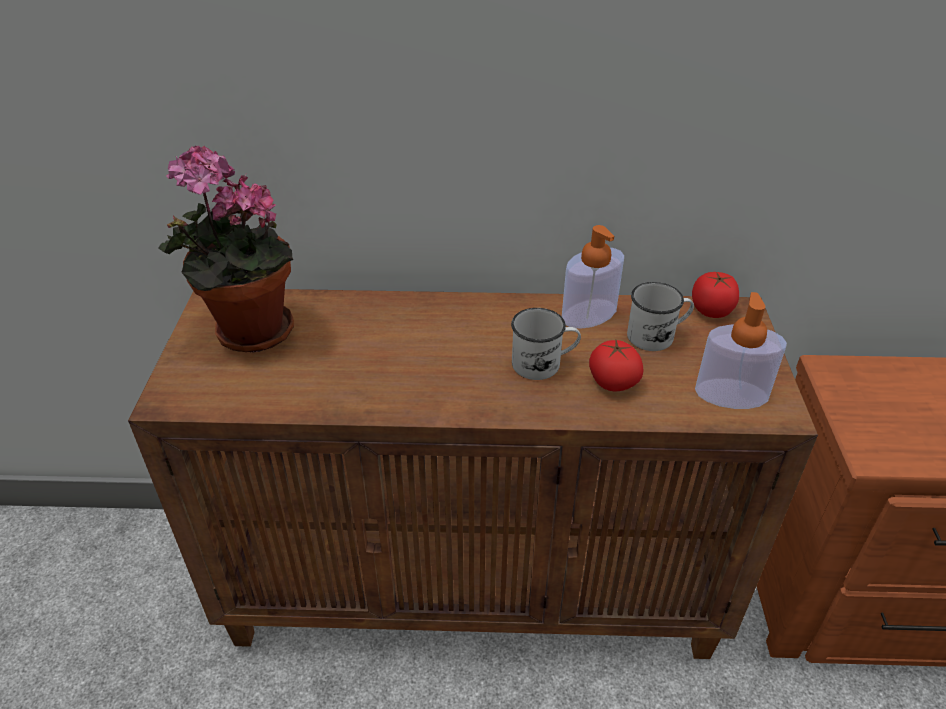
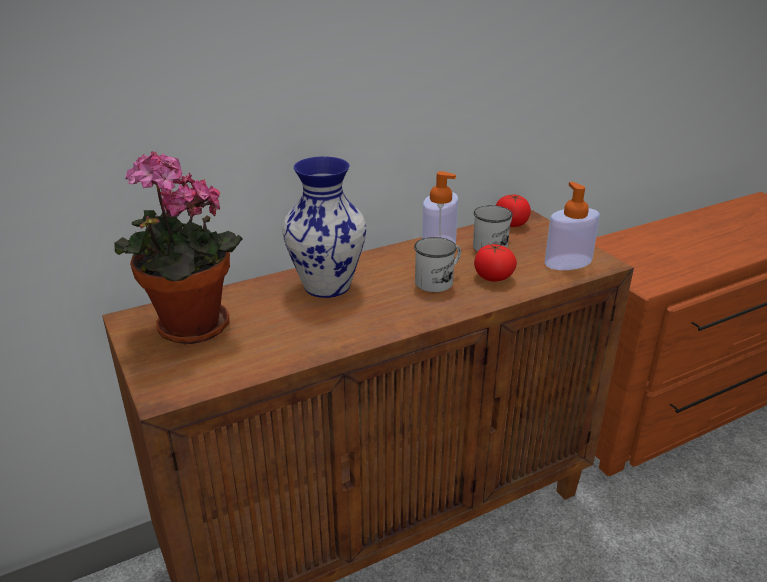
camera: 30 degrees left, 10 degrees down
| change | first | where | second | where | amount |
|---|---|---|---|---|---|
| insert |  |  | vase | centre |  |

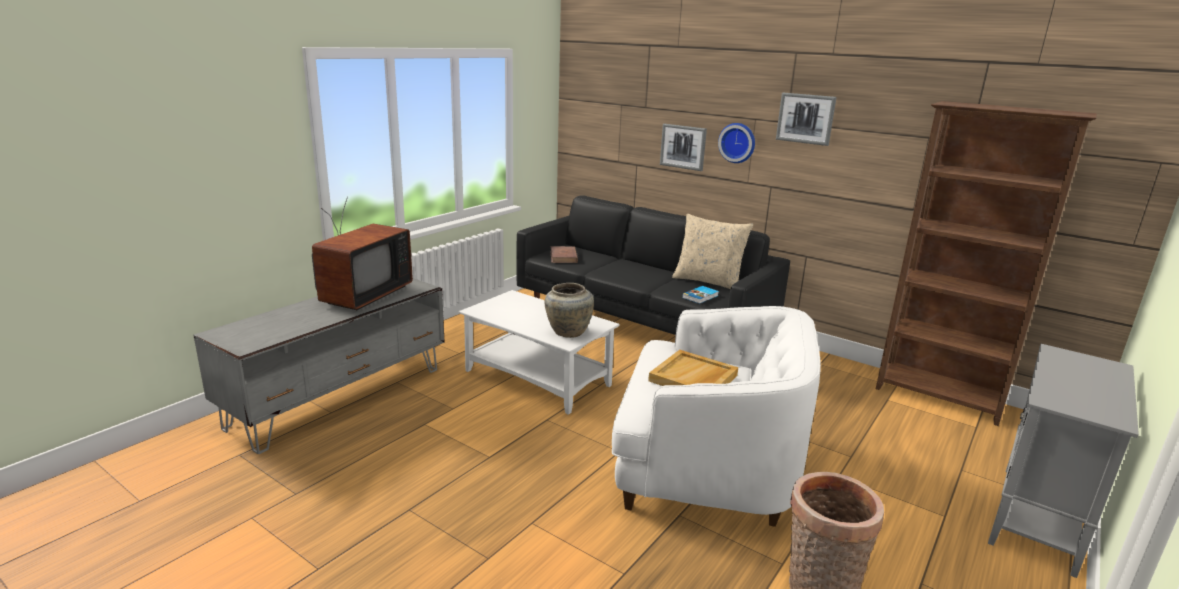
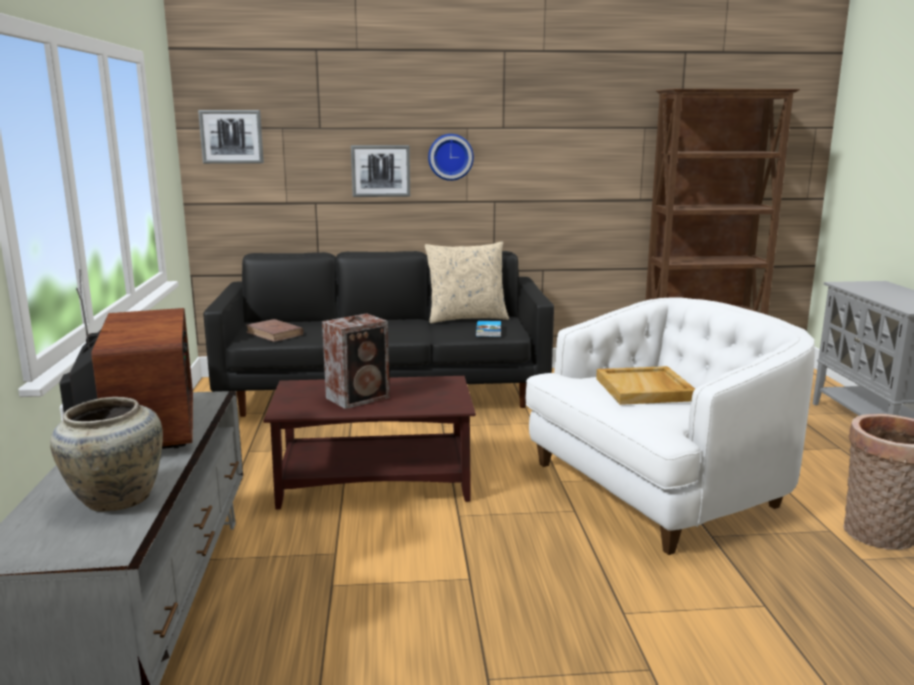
camera: 40 degrees left, 5 degrees down
| change | first | where | second | where | amount |
|---|---|---|---|---|---|
| insert |  |  | enceinte | centre |  |
| move | vase [beige] | centre |  | middle left |  |
| move | tableau (2nd from left in the first image) | top right | tableau (1st from left) | top left |  |
| recolor | table basse [blanc] | centre | table basse [marron] | centre |  |

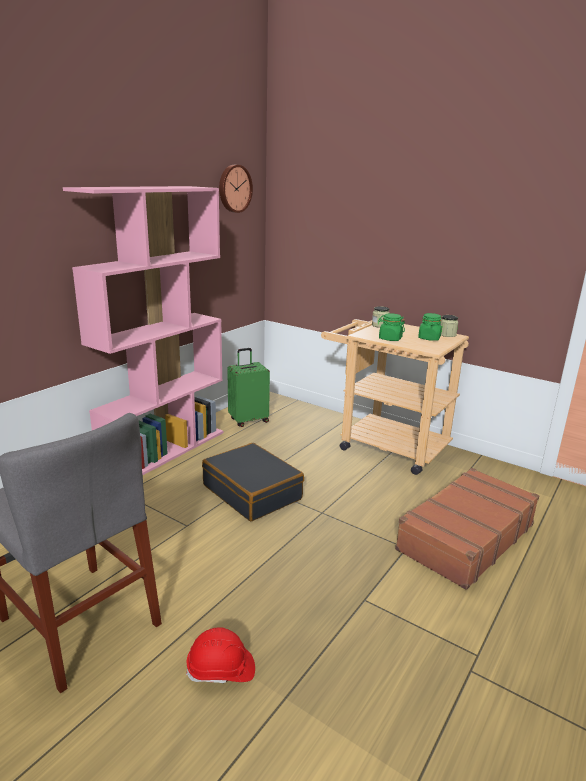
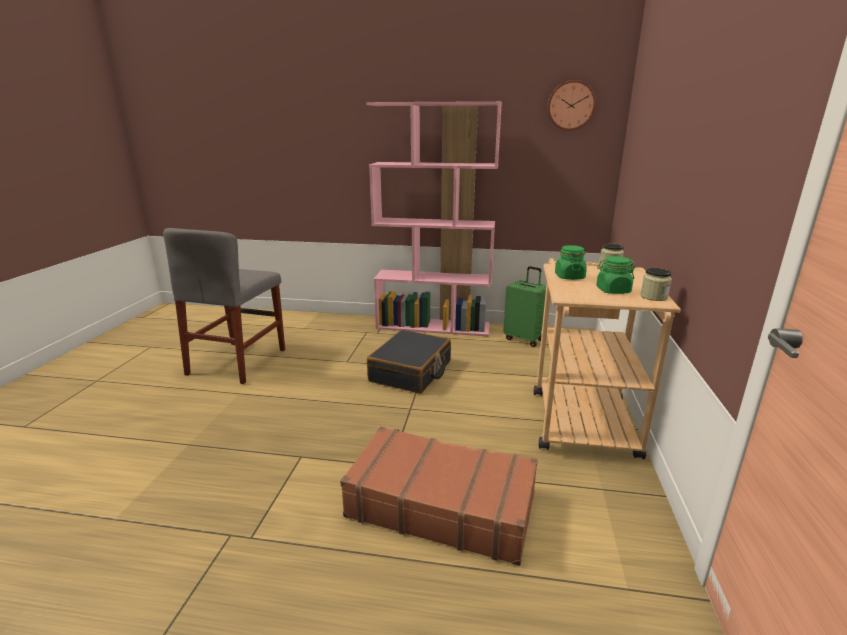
camera: 65 degrees right, 0 degrees up
| change | first | where | second | where | amount |
|---|---|---|---|---|---|
| delete | casque de chantier [rouge] | bottom centre |  |  |  |

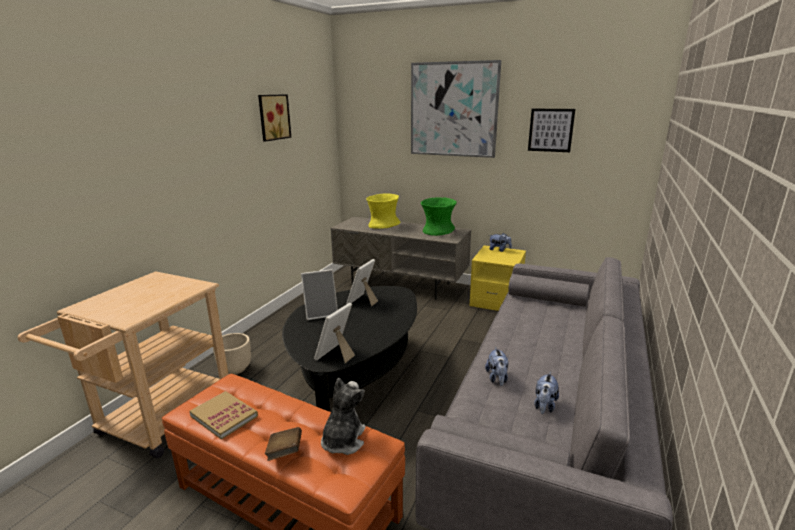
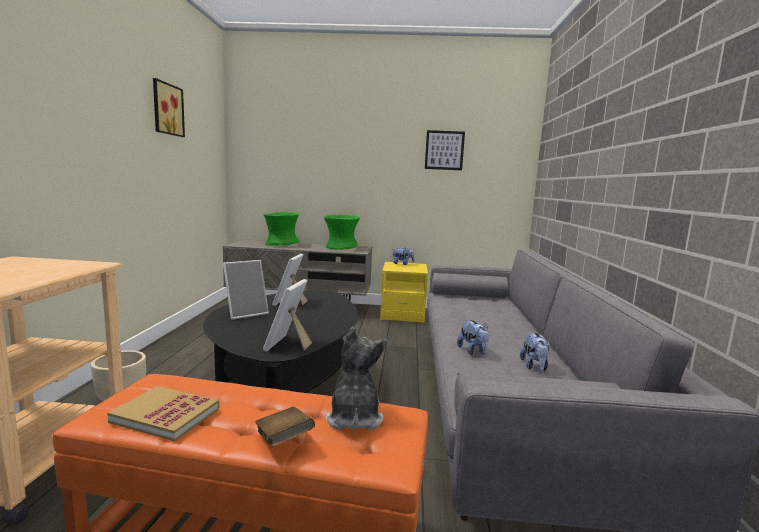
camera: 20 degrees left, 10 degrees down
| change | first | where | second | where | amount |
|---|---|---|---|---|---|
| delete | tableau (2nd from left) | top centre |  |  |  |
| recolor | vase [jaune] | centre | vase [vert] (1st from left) | centre |  |

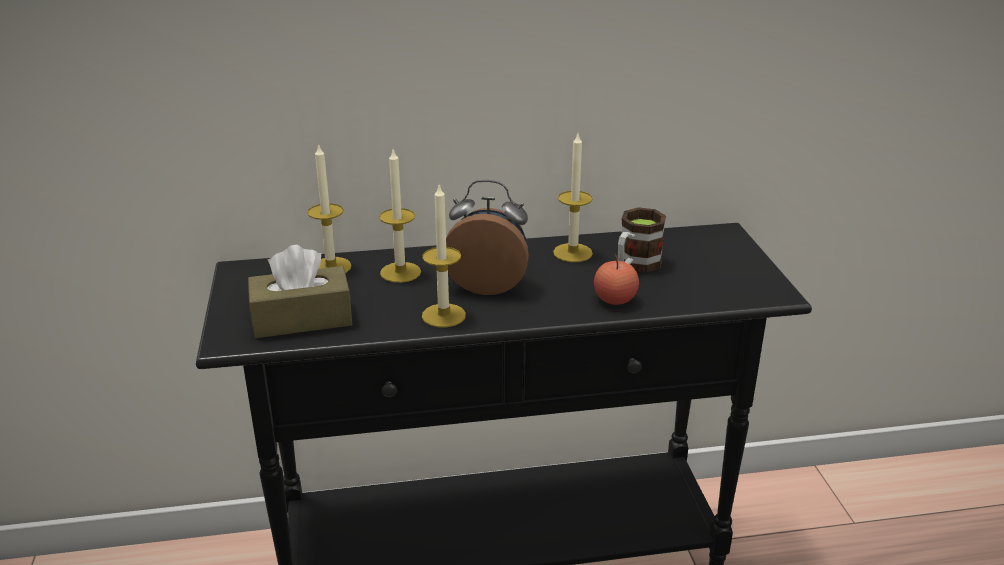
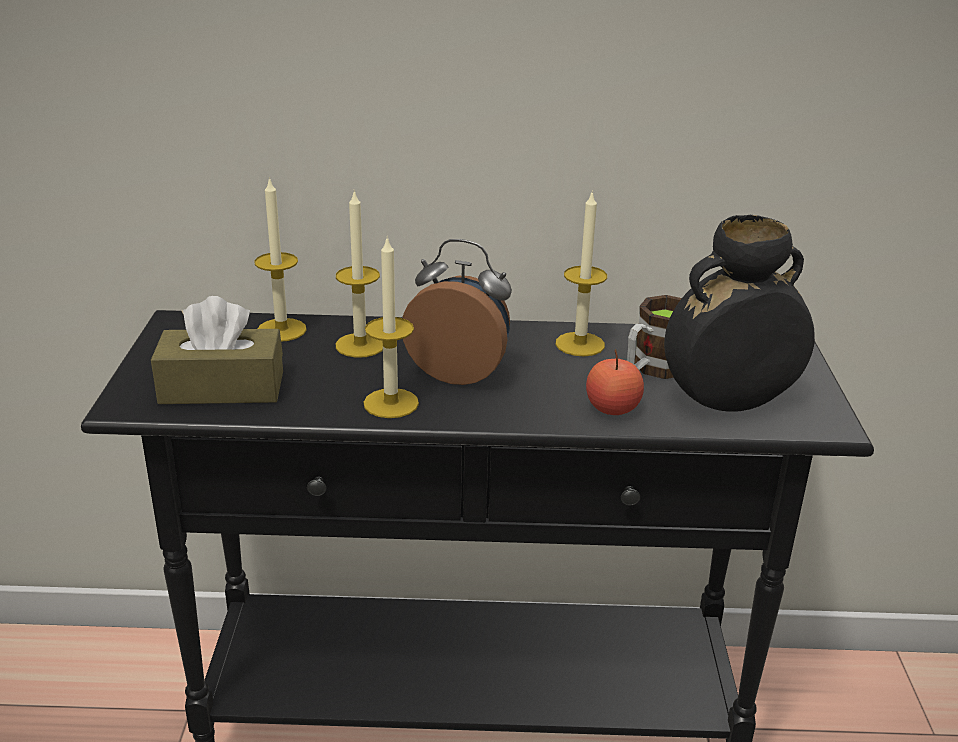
camera: 10 degrees right, 0 degrees up
| change | first | where | second | where | amount |
|---|---|---|---|---|---|
| insert |  |  | vase [noir] | middle right |  |

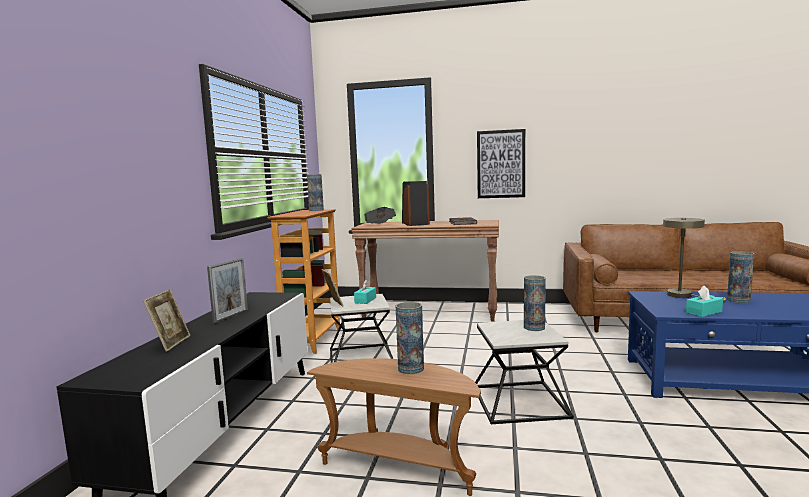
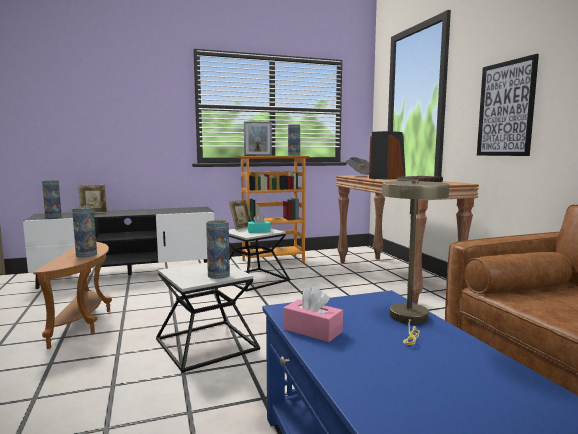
camera: 60 degrees right, 0 degrees up
| change | first | where | second | where | amount |
|---|---|---|---|---|---|
| move | cadre photo (2nd from left in the first image) | middle left | cadre photo (3rd from left) | top centre |  |
| move | vase (4th from left in the first image) | middle right | vase (1st from left) | middle left |  |
| recolor | boîte à mouchoirs [turquoise] (2nd from left) | middle right | boîte à mouchoirs [rose] | bottom centre |  |

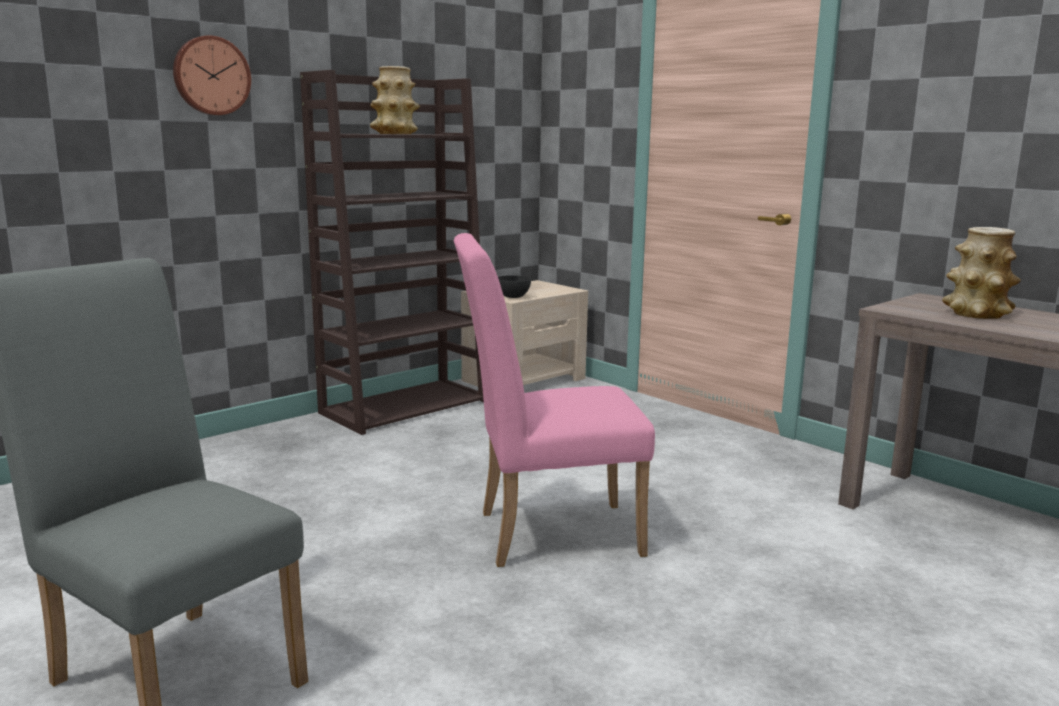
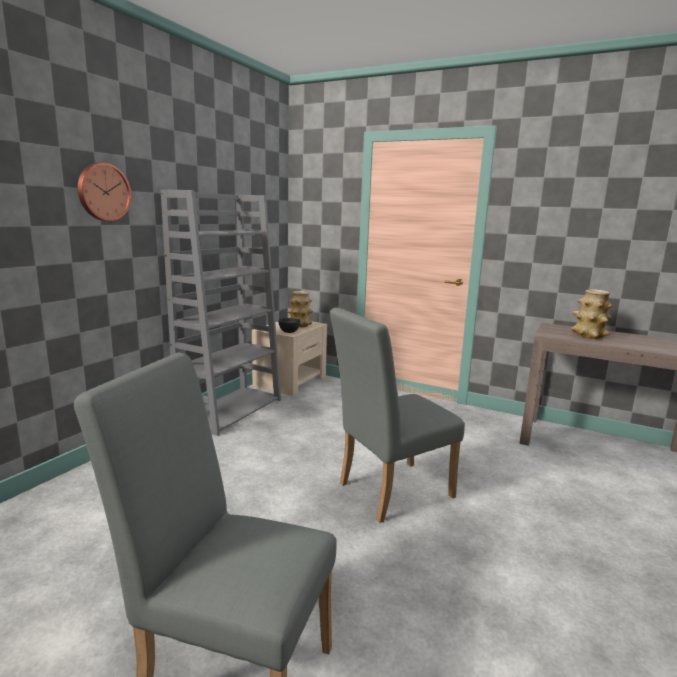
camera: 20 degrees left, 0 degrees up
| change | first | where | second | where | amount |
|---|---|---|---|---|---|
| move | vase (1st from left) | top centre |  | centre |  |
| recolor | bibliothèque [marron] | centre | bibliothèque [gris] | middle left |  |
| recolor | chaise [rose] | centre | chaise [gris] (2nd from left) | centre |  |

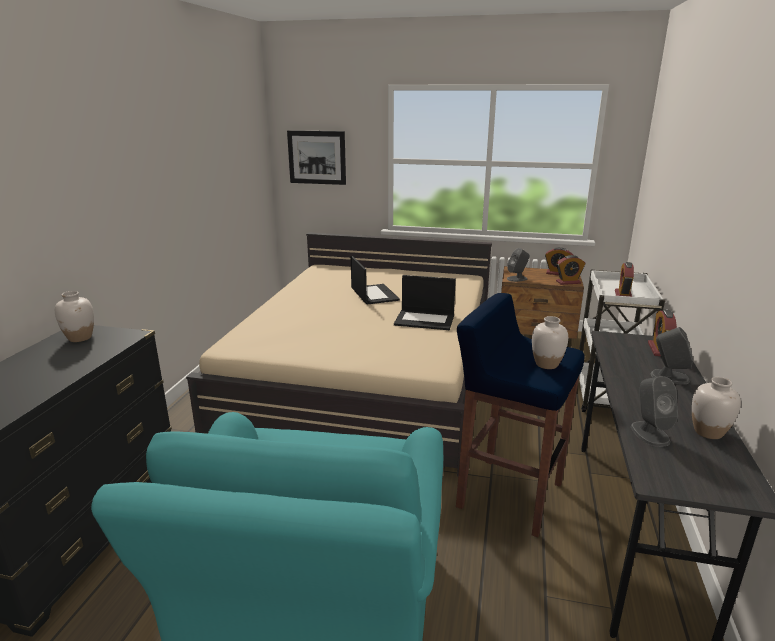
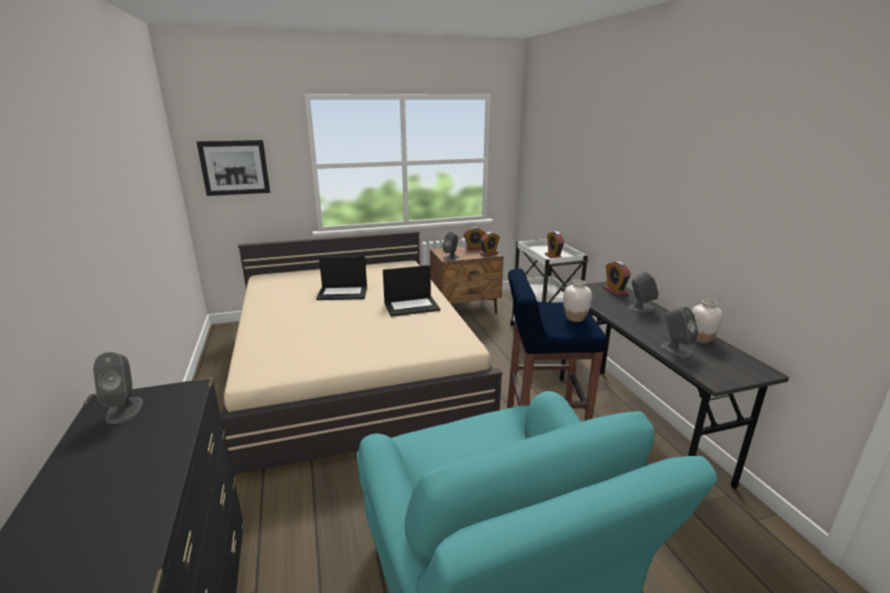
camera: 30 degrees left, 0 degrees up
| change | first | where | second | where | amount |
|---|---|---|---|---|---|
| replace | vase [blanc] (1st from left) | middle left | enceinte [gris] (1st from left) | middle left |  |
| rotate | ordinateur portable (1st from left) | centre |  | centre | 135 degrees clockwise |

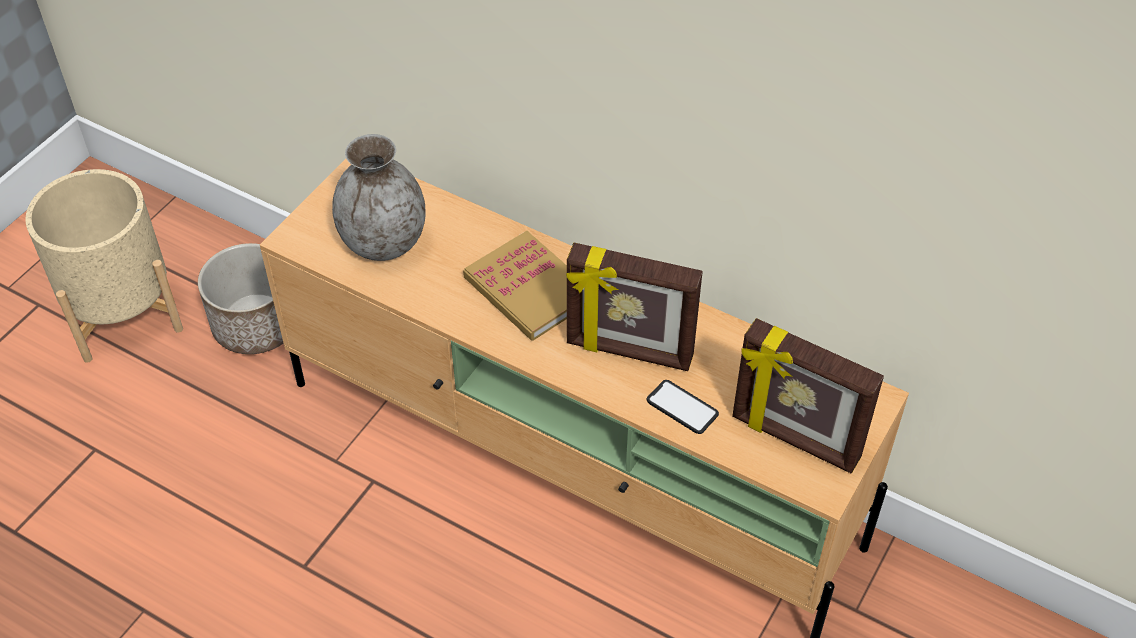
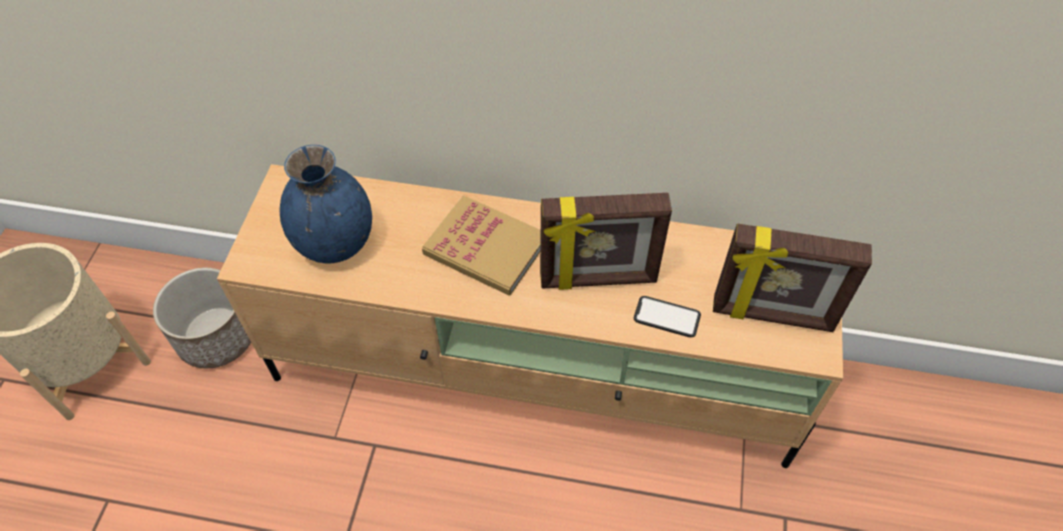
camera: 20 degrees left, 5 degrees up
| change | first | where | second | where | amount |
|---|---|---|---|---|---|
| recolor | vase [gris] | top left | vase [bleu] | middle left |  |

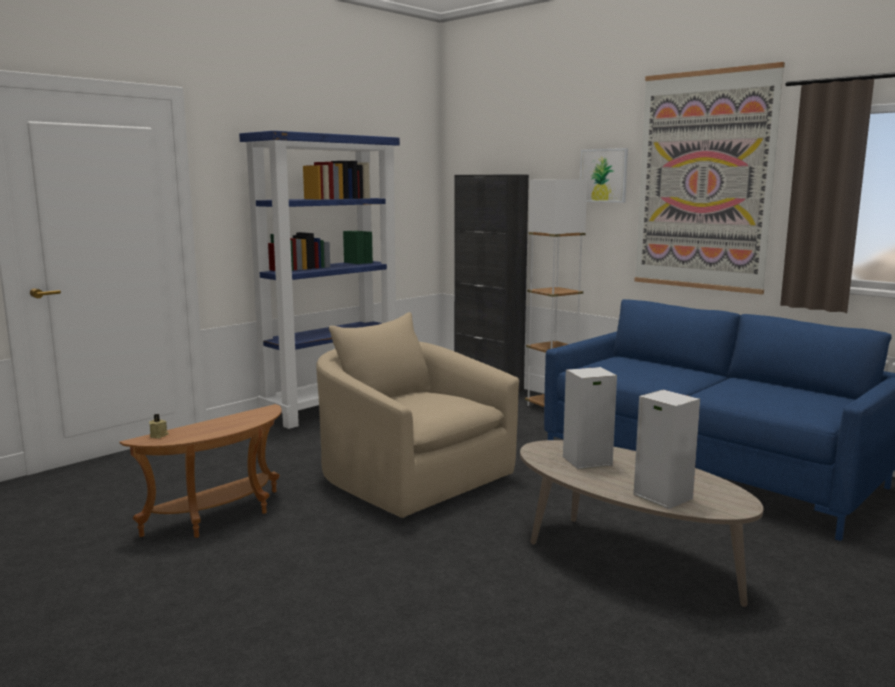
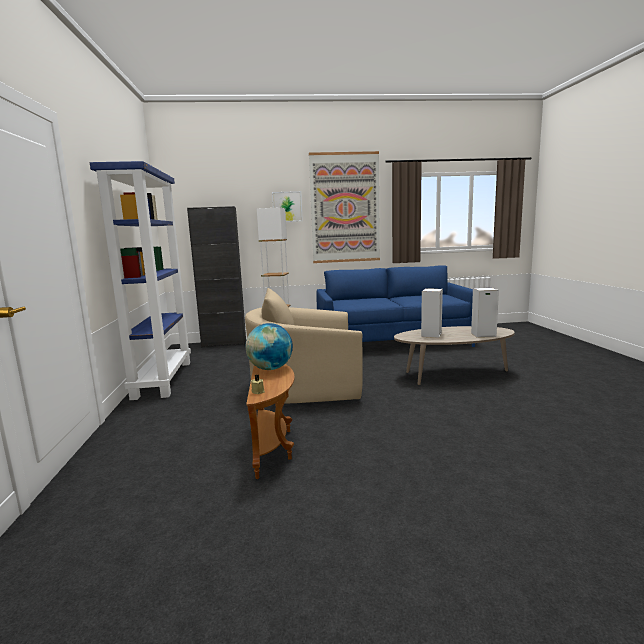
camera: 50 degrees left, 0 degrees up
| change | first | where | second | where | amount |
|---|---|---|---|---|---|
| insert |  |  | globe | centre |  |

